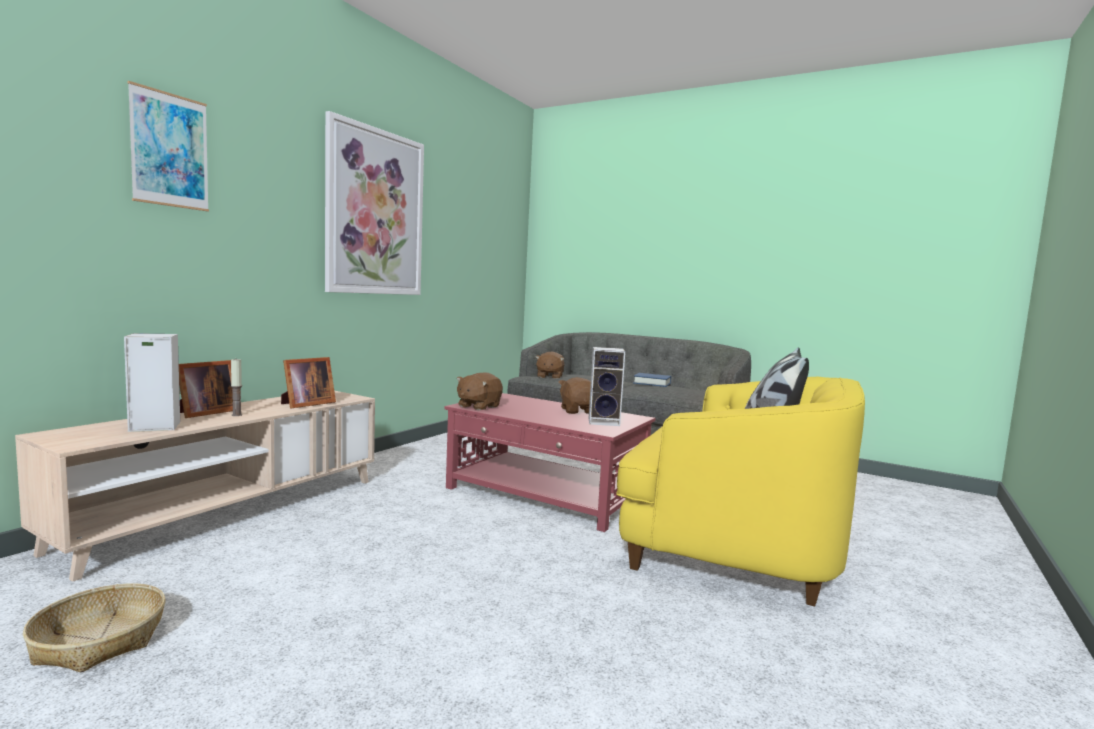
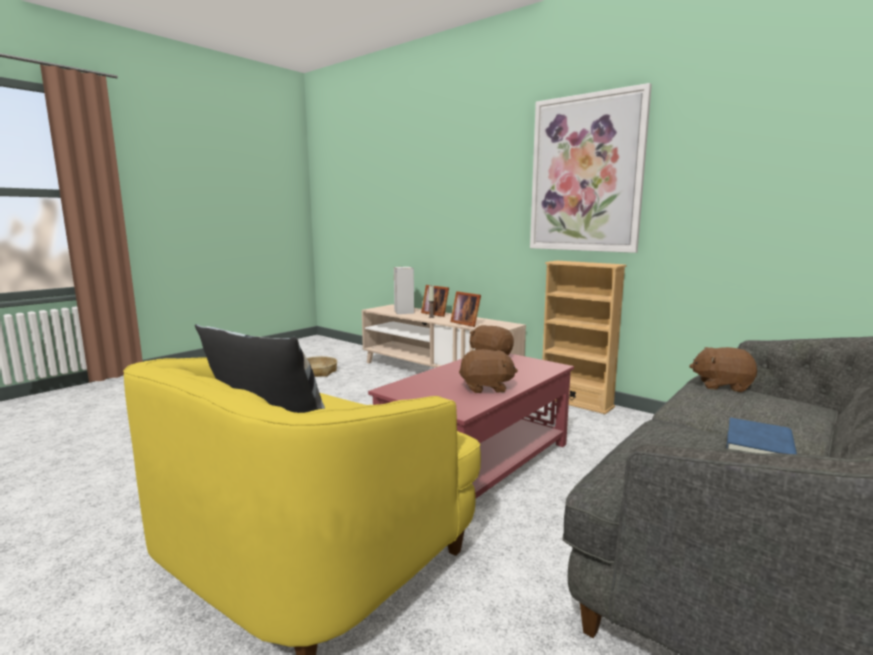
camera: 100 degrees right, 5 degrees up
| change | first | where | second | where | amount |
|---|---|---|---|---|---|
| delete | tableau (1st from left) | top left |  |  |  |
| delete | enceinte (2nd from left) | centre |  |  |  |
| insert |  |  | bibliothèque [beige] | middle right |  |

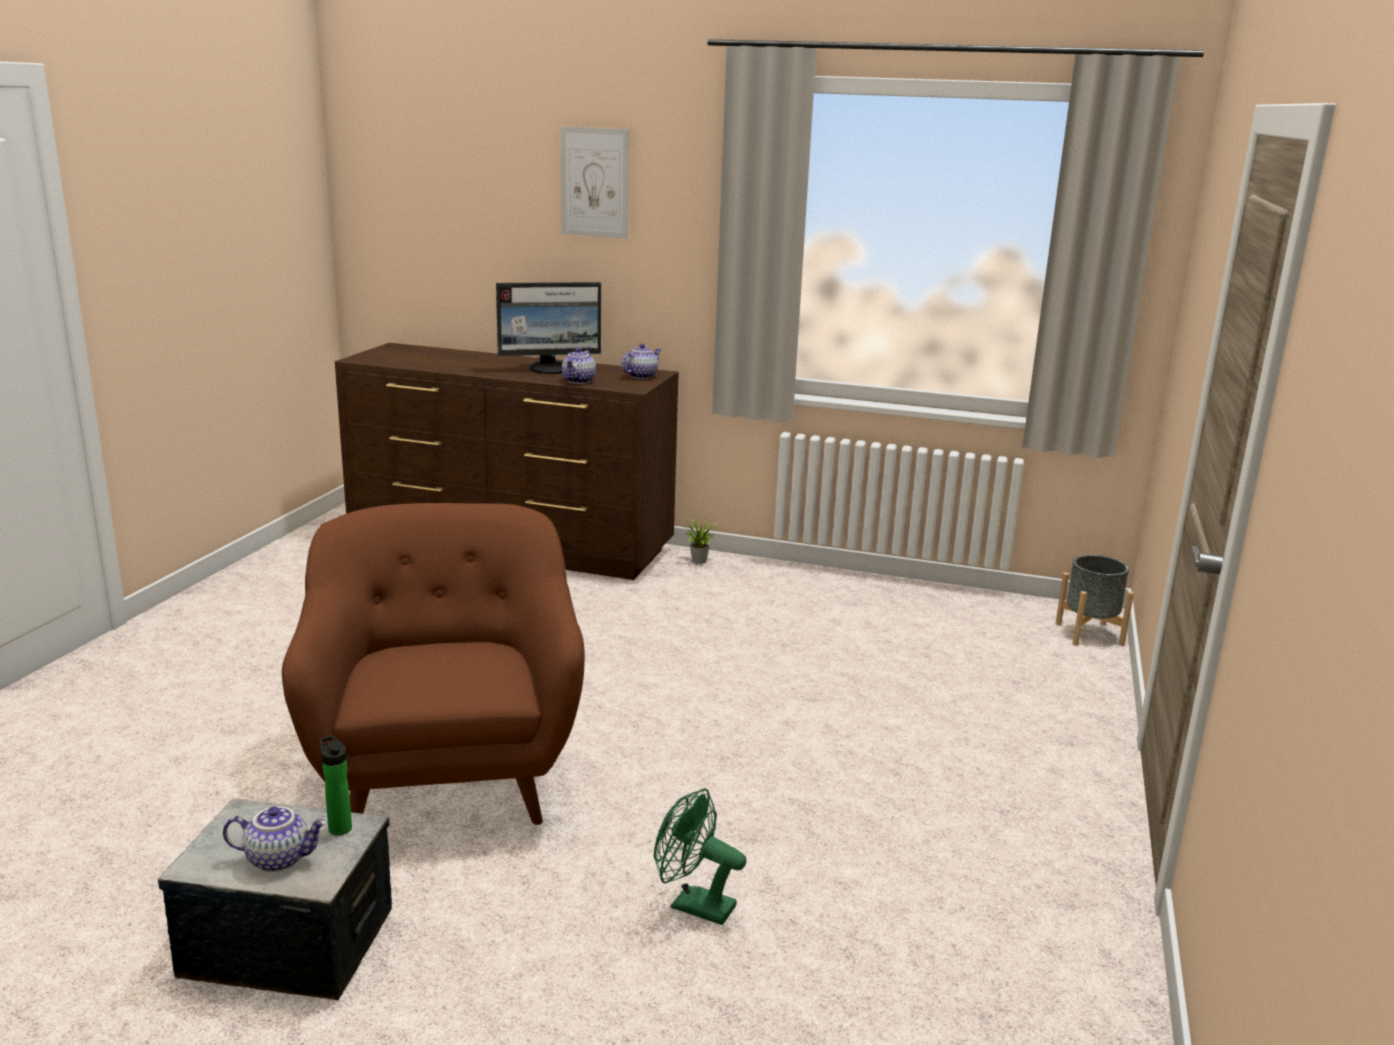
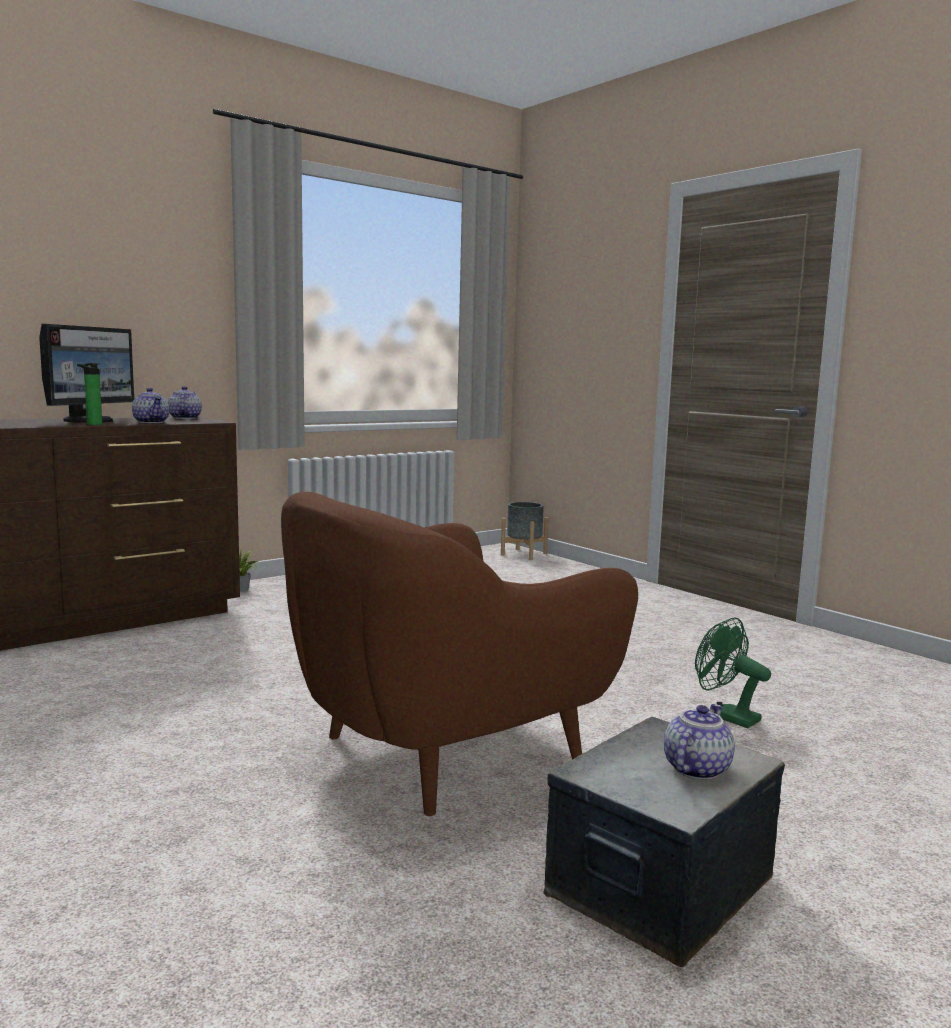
camera: 55 degrees left, 10 degrees down
| change | first | where | second | where | amount |
|---|---|---|---|---|---|
| delete | tableau | top centre |  |  |  |
| move | bouteille | bottom left |  | middle left |  |
| rotate | fauteuil [marron] | middle left |  | centre | 60 degrees counterclockwise |
| rotate | ventilateur [vert] | bottom centre |  | middle right | 75 degrees clockwise |

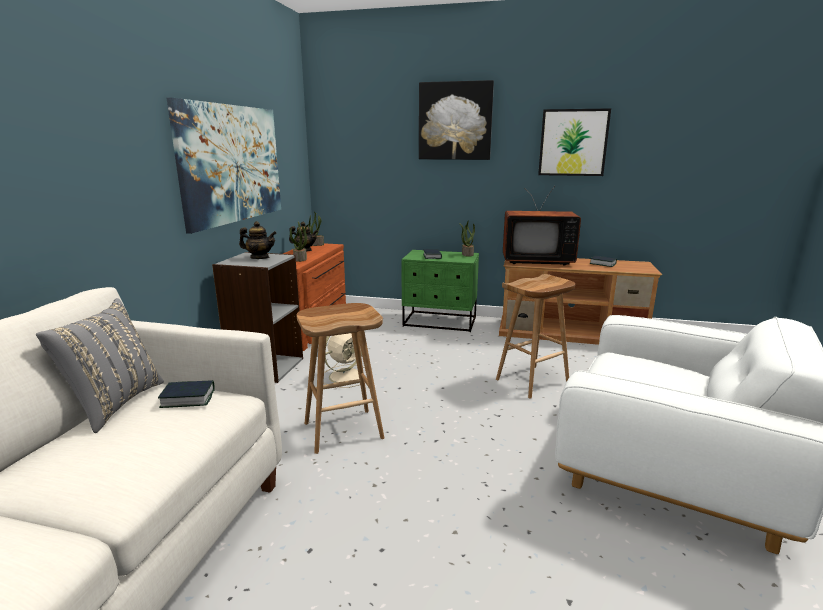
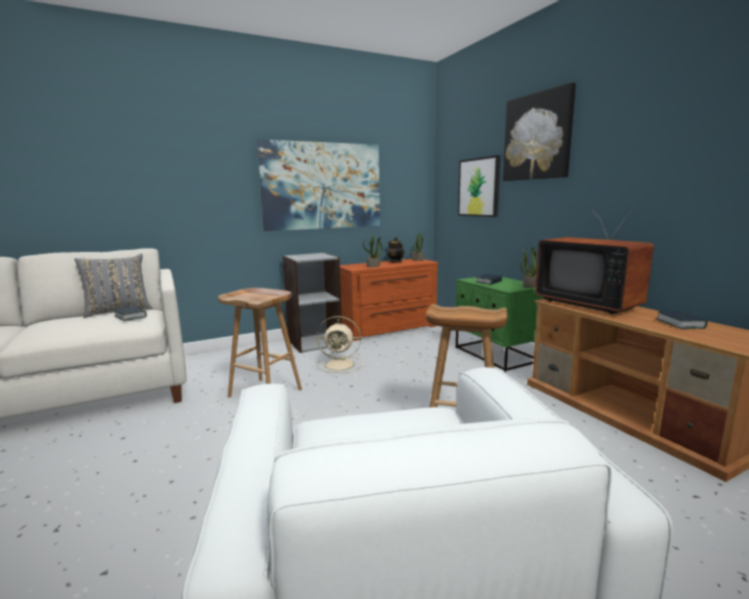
camera: 50 degrees right, 5 degrees down
| change | first | where | second | where | amount |
|---|---|---|---|---|---|
| delete | théière (1st from left) | middle left |  |  |  |
| move | tableau (3rd from left in the first image) | top right | tableau (2nd from left) | top centre |  |

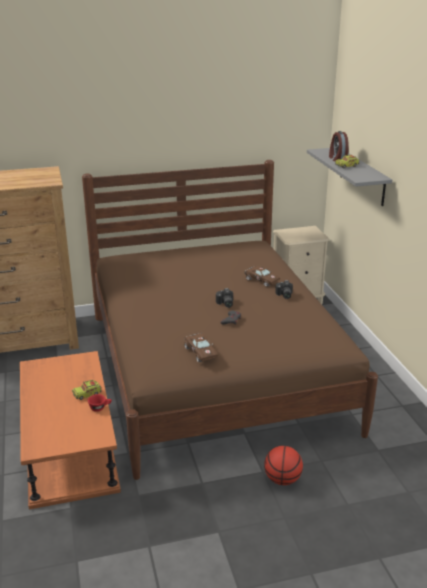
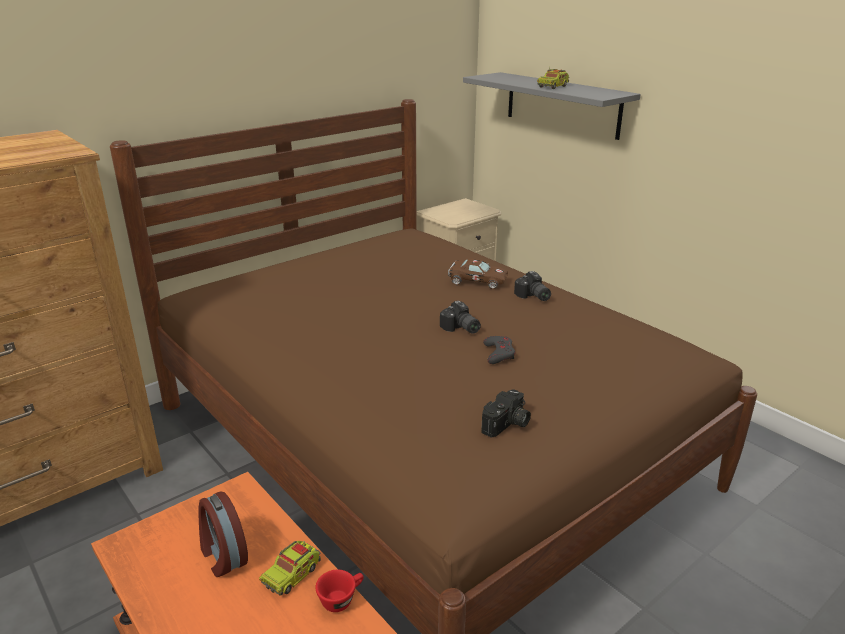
camera: 25 degrees left, 0 degrees up
| change | first | where | second | where | amount |
|---|---|---|---|---|---|
| delete | ballon de basket | bottom centre |  |  |  |
| move | réveil | top right |  | bottom left |  |
| replace | petite voiture [marron] (1st from left) | centre | appareil photo (2nd from left) | centre |  |

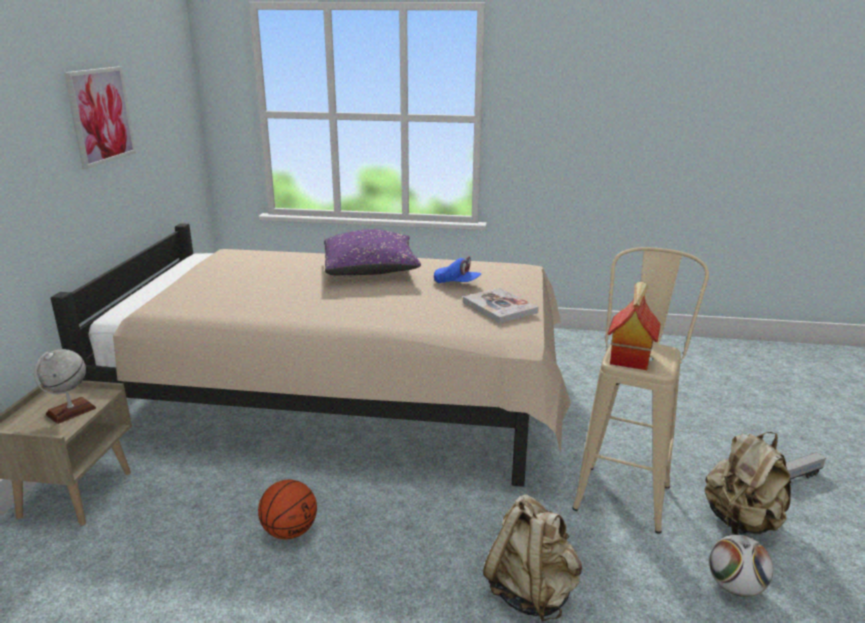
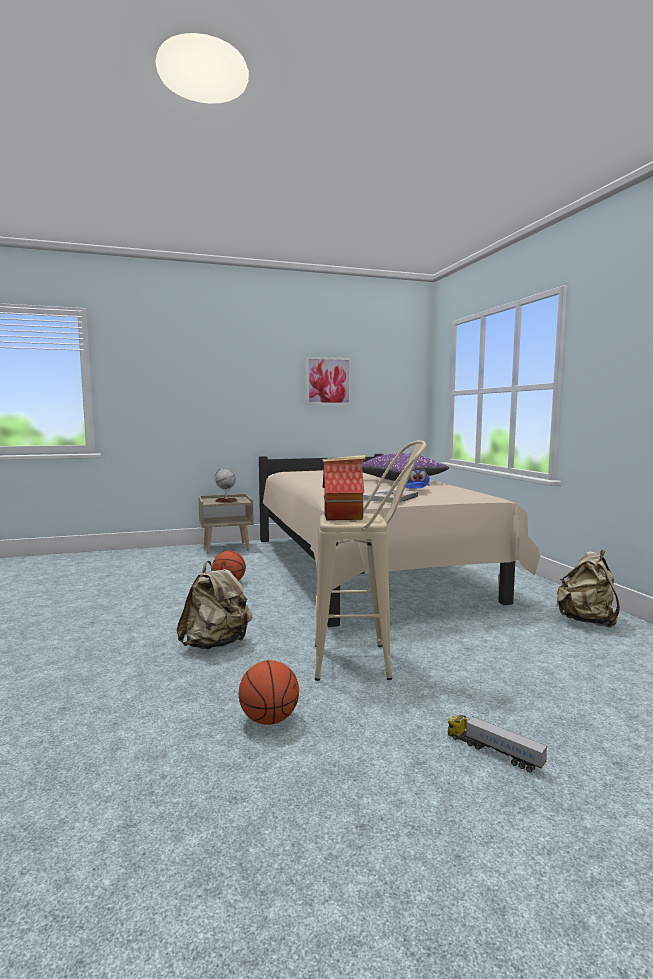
camera: 65 degrees right, 15 degrees down
| change | first | where | second | where | amount |
|---|---|---|---|---|---|
| move | sac à dos [beige] (2nd from left) | bottom right |  | middle right |  |
| replace | ballon de foot | bottom right | ballon de basket (2nd from left) | bottom centre |  |

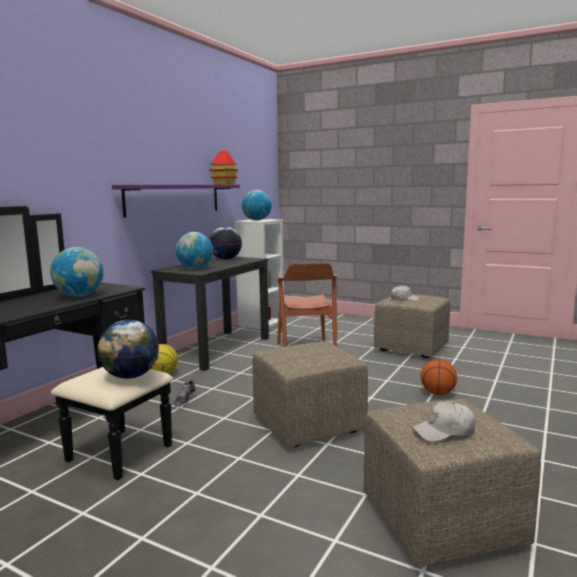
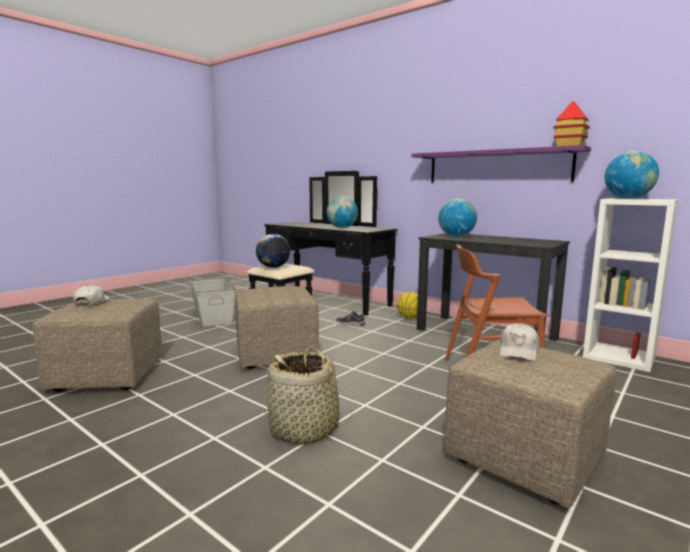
camera: 100 degrees right, 0 degrees up
| change | first | where | second | where | amount |
|---|---|---|---|---|---|
| delete | globe (4th from left) | centre |  |  |  |
| insert |  |  | boîte de rangement [gris] | middle left |  |
| replace | ballon de basket (2nd from left) | middle right | panier | bottom centre |  |

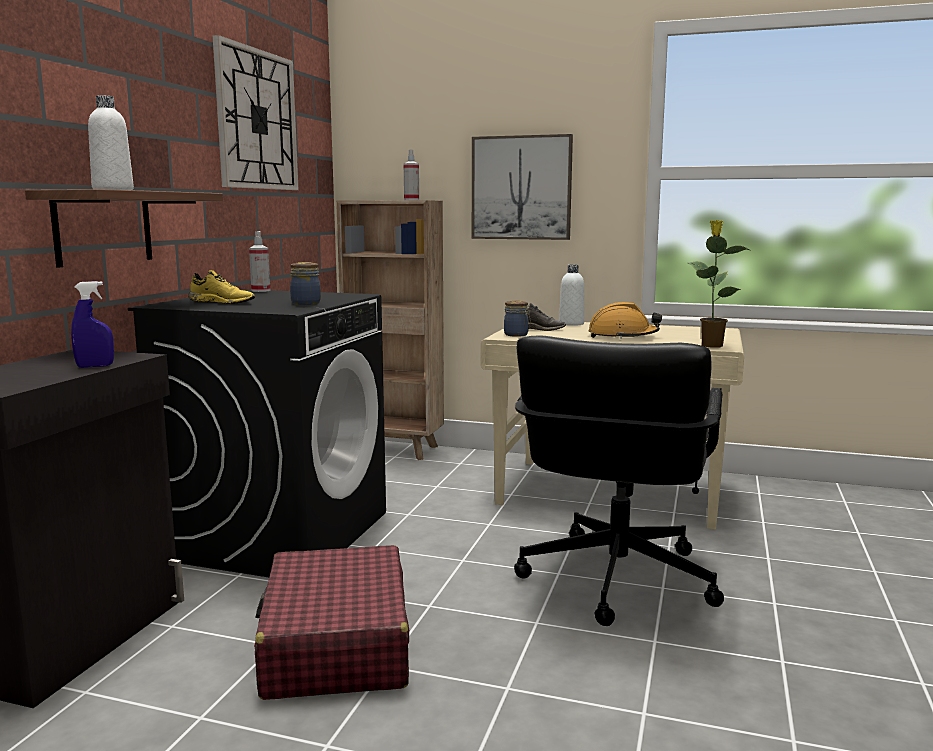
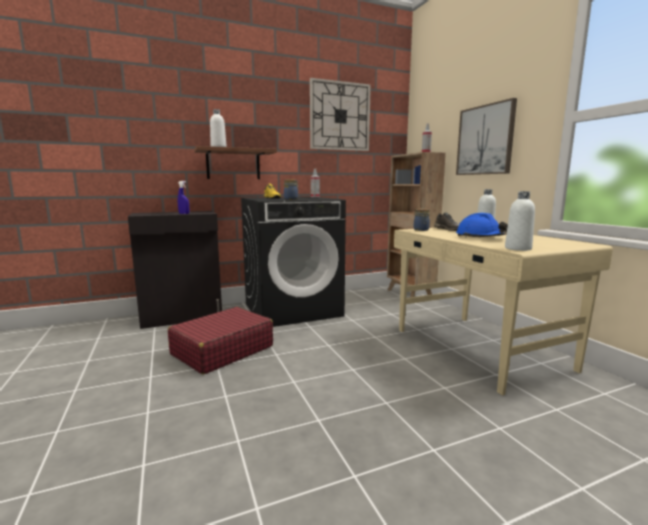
camera: 50 degrees right, 0 degrees up
| change | first | where | second | where | amount |
|---|---|---|---|---|---|
| delete | chaise de bureau [noir] | centre |  |  |  |
| replace | plante en pot | middle right | bouteille [blanc] (3rd from left) | middle right |  |
| recolor | casque de chantier [orange] | middle right | casque de chantier [bleu] | middle right |  |

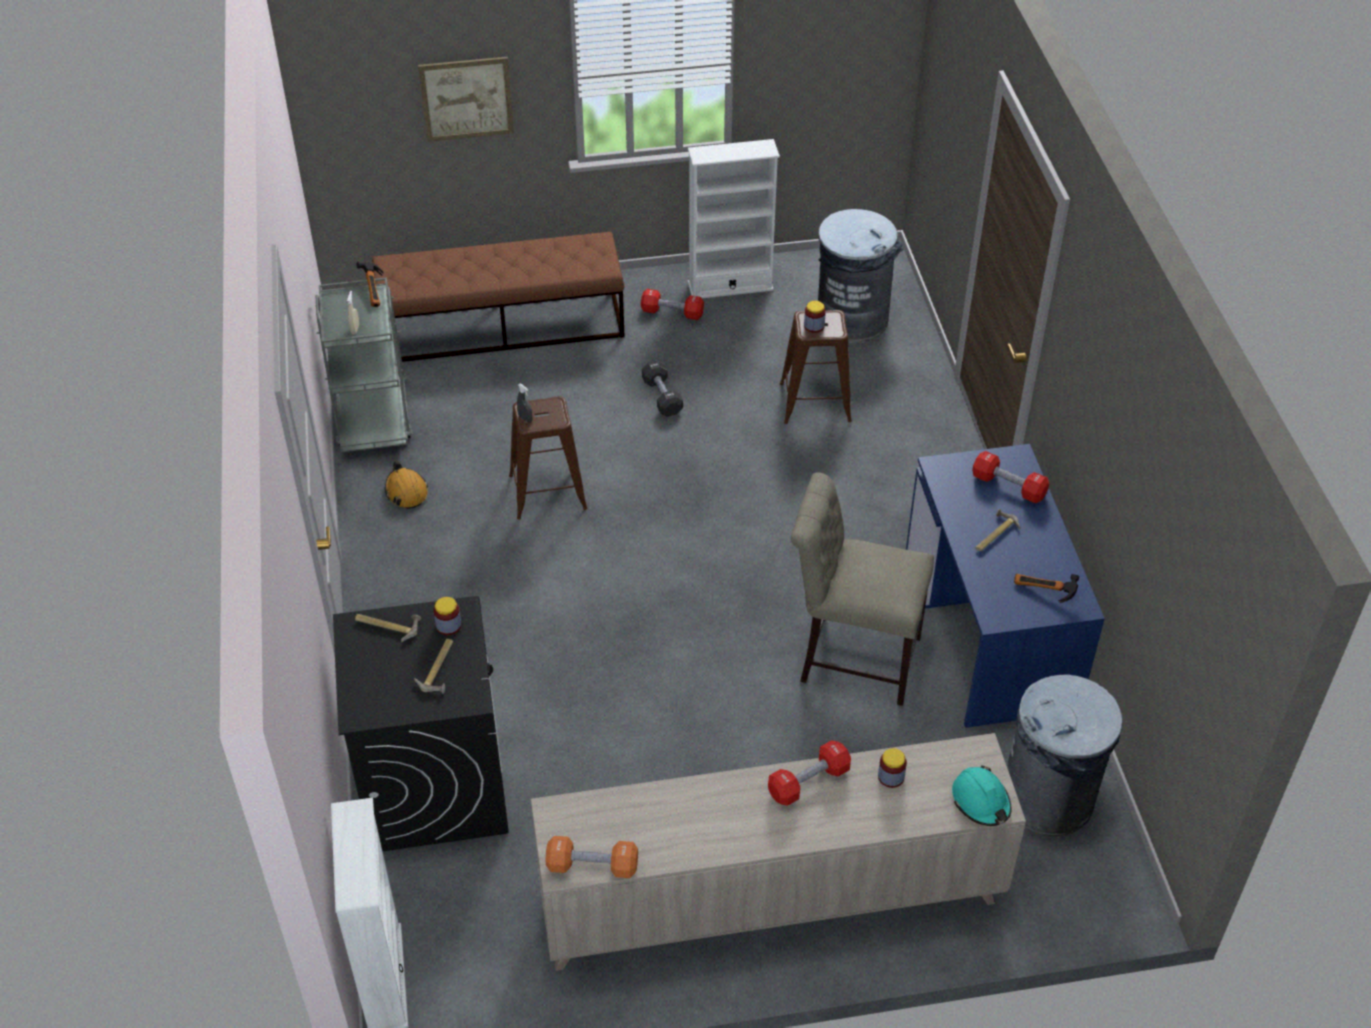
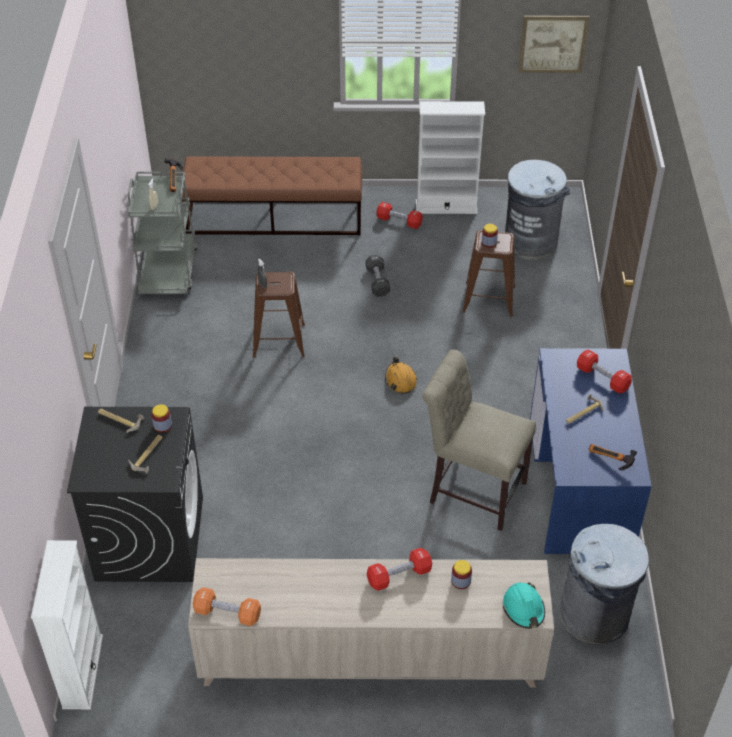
camera: 10 degrees right, 0 degrees up
| change | first | where | second | where | amount |
|---|---|---|---|---|---|
| move | casque de chantier [orange] | middle left |  | centre |  |
| move | tableau | top centre |  | top right |  |

